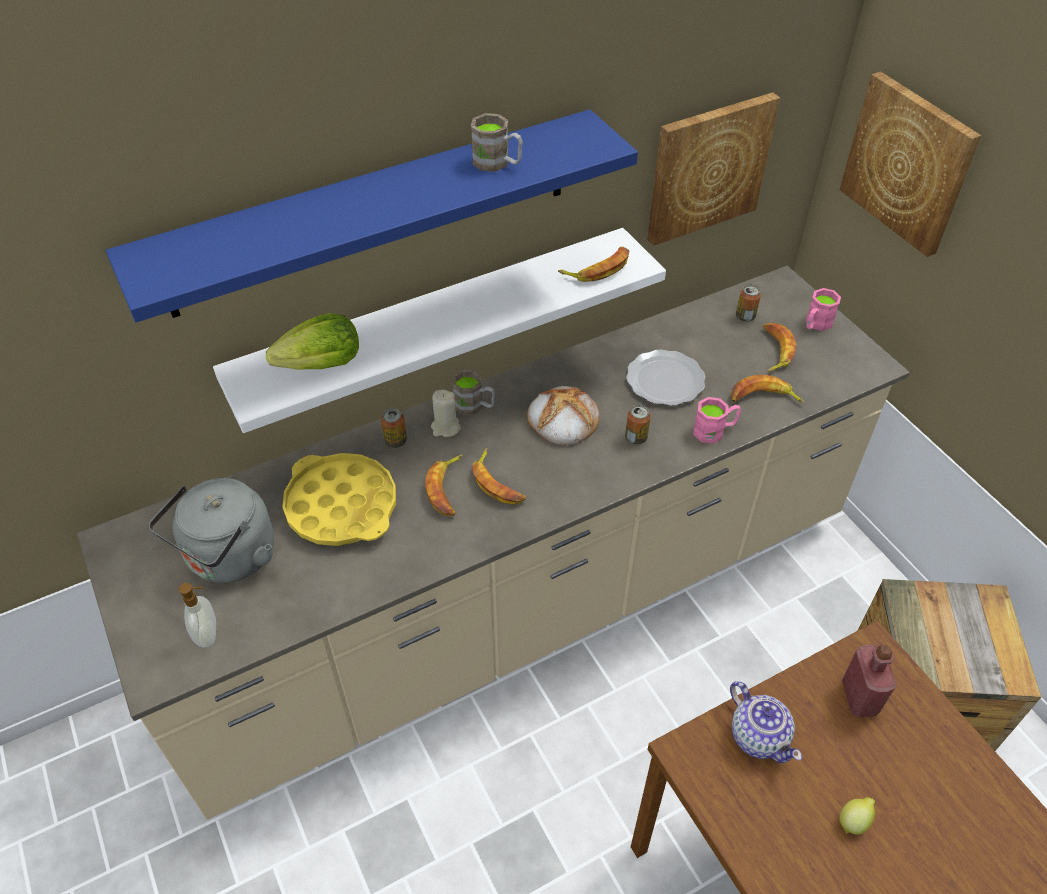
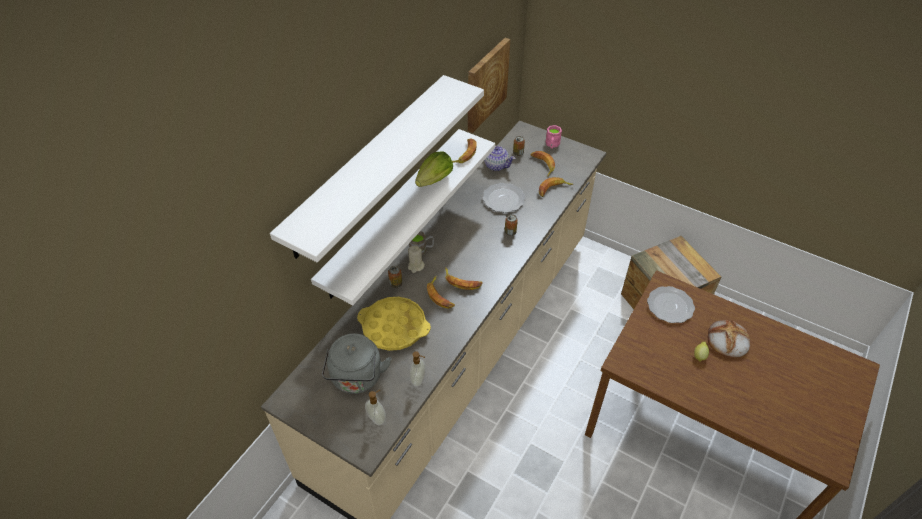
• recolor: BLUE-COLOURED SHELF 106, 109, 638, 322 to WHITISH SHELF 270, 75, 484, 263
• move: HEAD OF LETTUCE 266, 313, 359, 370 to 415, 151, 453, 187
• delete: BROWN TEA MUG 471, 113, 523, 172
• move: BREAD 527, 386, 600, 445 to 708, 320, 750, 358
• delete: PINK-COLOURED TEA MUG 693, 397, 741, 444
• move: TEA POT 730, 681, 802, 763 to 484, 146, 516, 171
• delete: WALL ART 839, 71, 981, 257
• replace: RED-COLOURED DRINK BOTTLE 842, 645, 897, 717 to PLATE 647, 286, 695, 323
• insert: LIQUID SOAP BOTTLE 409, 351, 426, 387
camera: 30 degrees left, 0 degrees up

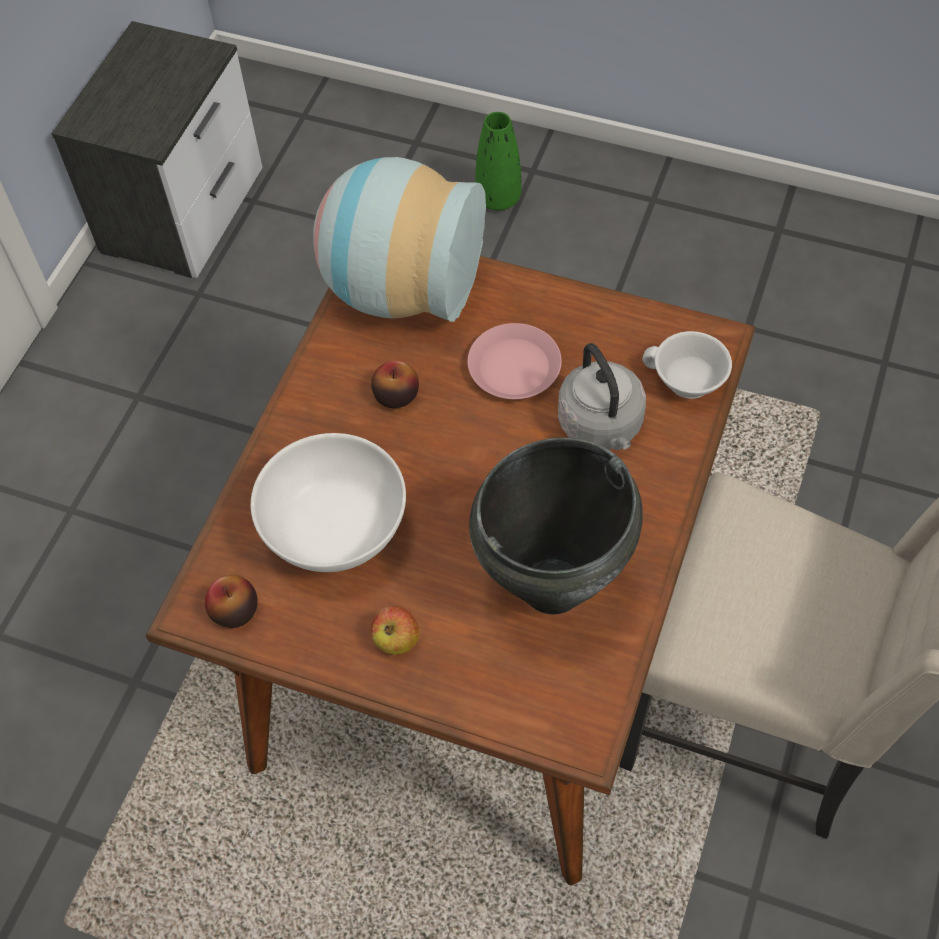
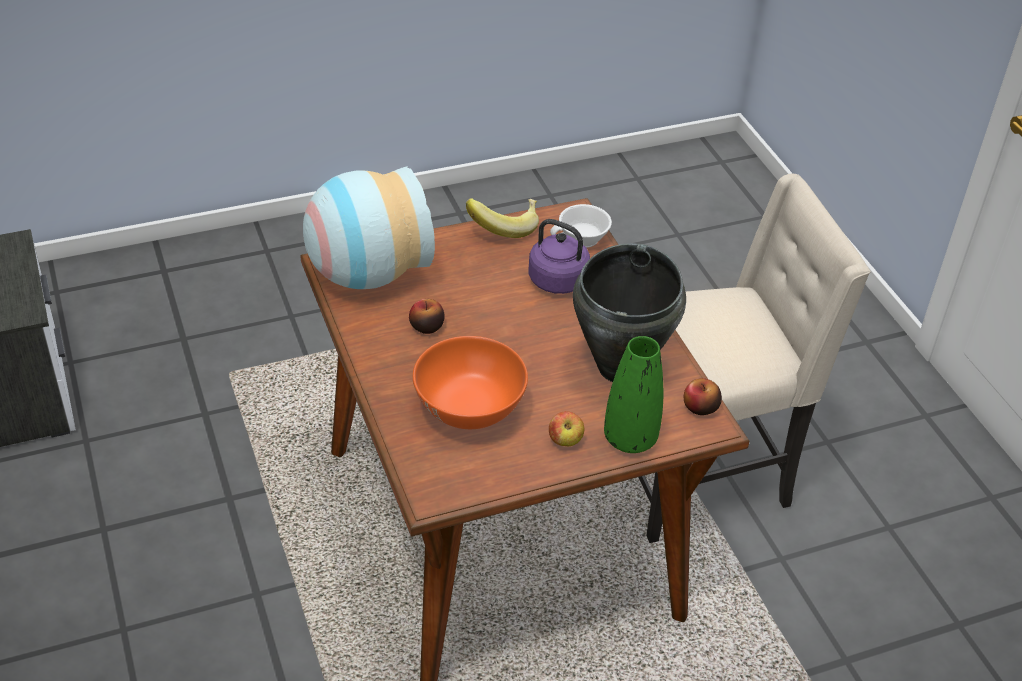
• move: APPLE 205, 575, 258, 628 to 684, 378, 722, 415
• recolor: WHITISH DEEP DISH 251, 433, 406, 572 to ORANGE DEEP DISH 413, 336, 528, 429
• delete: PINK-COLOURED PLATE 467, 323, 562, 399
• move: GREENISH VASE 475, 112, 522, 210 to 604, 336, 663, 453
• recolor: GRAY WATER KETTLE 558, 343, 646, 450 to PURPLE WATER KETTLE 529, 219, 590, 294
• insert: WHOLE BANANA 466, 198, 539, 238
camera: 45 degrees left, 15 degrees down

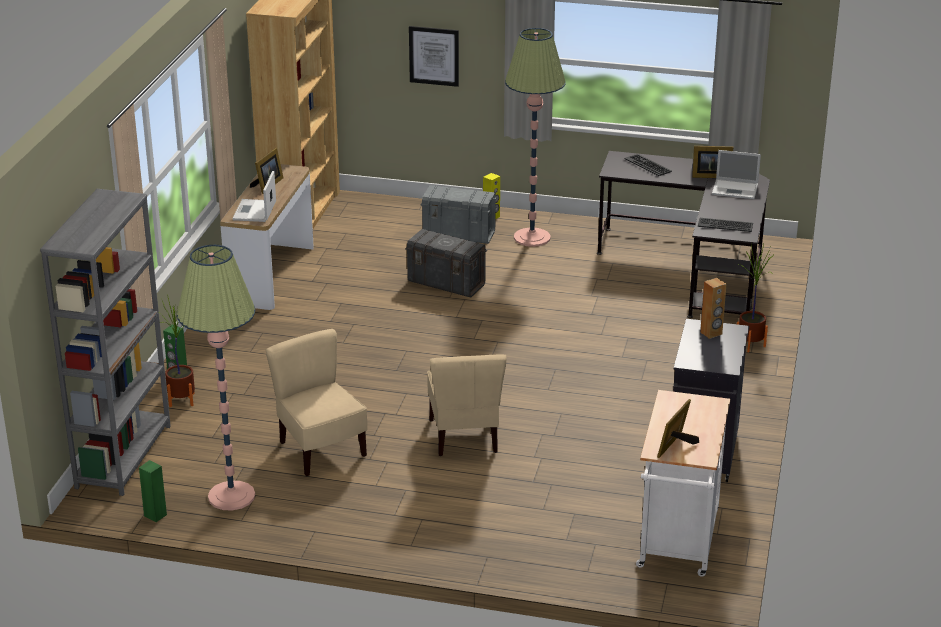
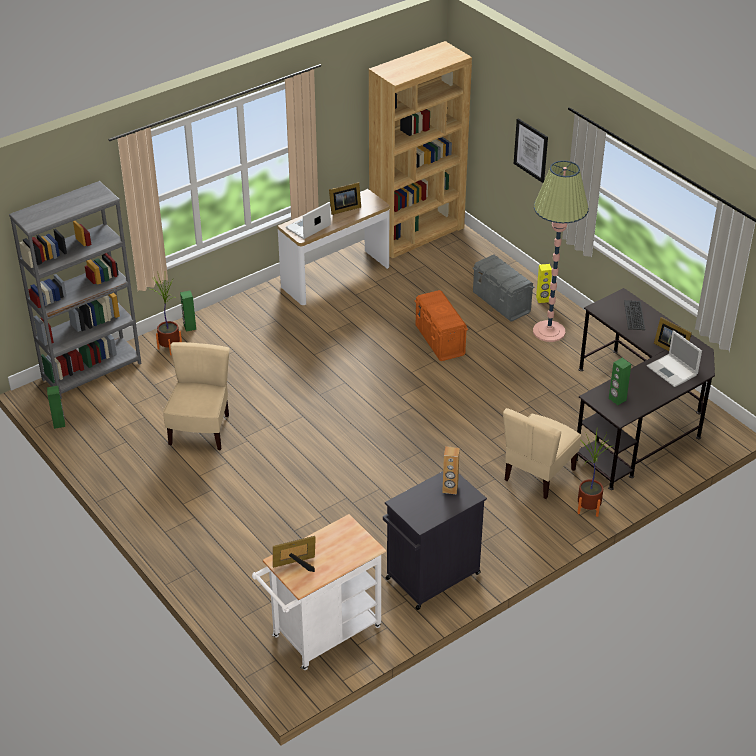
• delete: FLOOR LAMP 177, 245, 255, 511
• recolor: GRAY STORAGE BOX 405, 229, 487, 298 to ORANGE STORAGE BOX 415, 290, 468, 361
• move: BEIGE UPRIGHT CHAIR 427, 355, 506, 456 to 503, 408, 581, 499
• replace: KEYBOARD 698, 218, 753, 232 to GREENISH LOUDSPEAKER 609, 358, 631, 405
camera: 40 degrees right, 10 degrees up

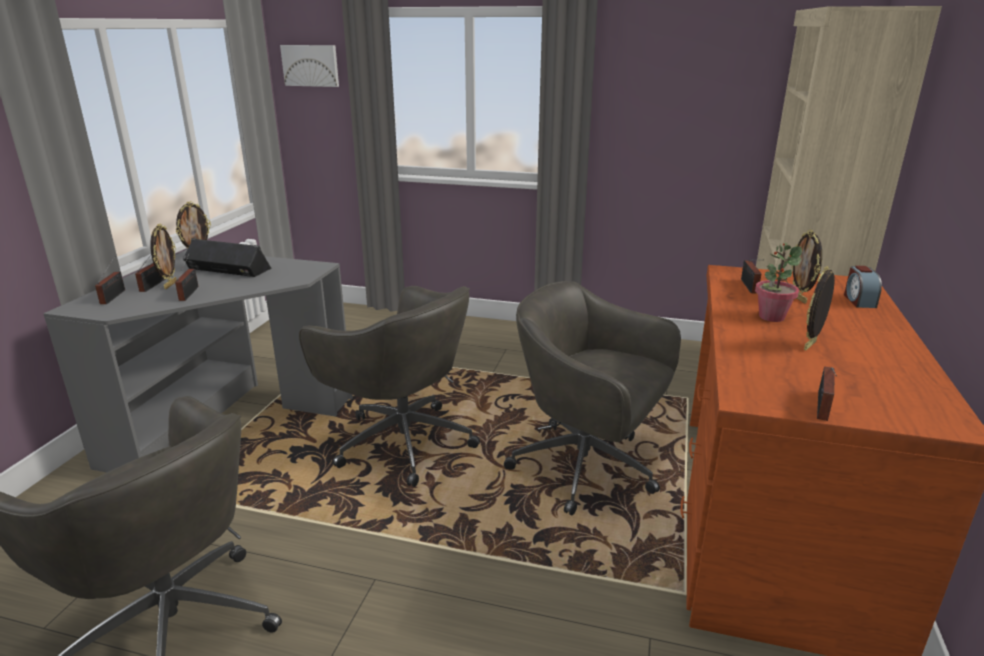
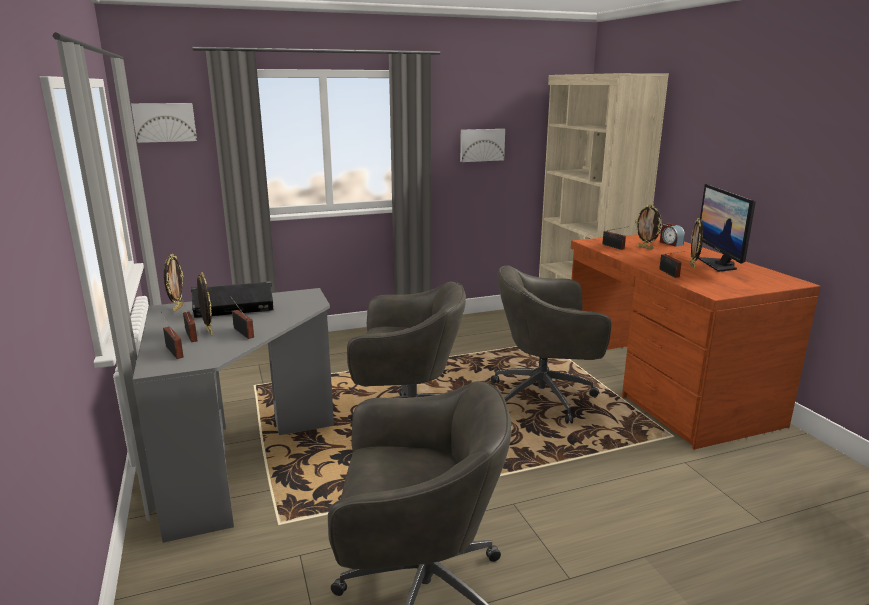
• delete: POTTED PLANT 755, 243, 802, 322
• move: RADIO 817, 366, 837, 421 to 659, 251, 684, 278
• insert: WALL ART 460, 129, 505, 162
• insert: COMPUTER DISPLAY 698, 184, 756, 272
camera: 35 degrees left, 5 degrees down

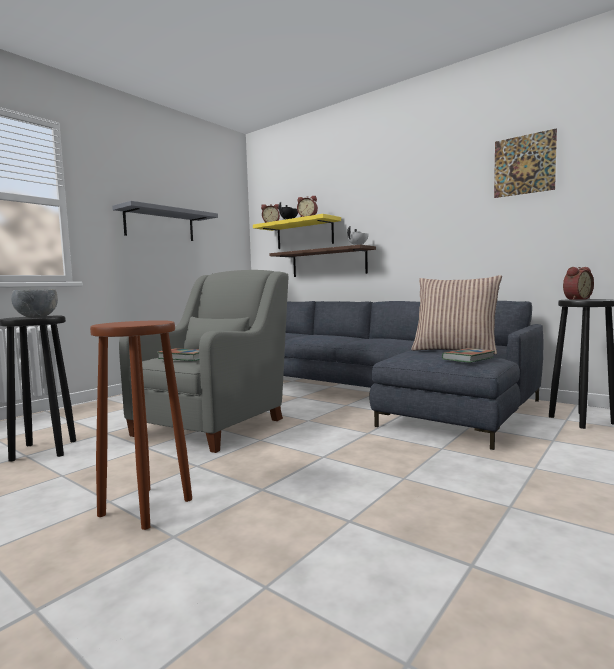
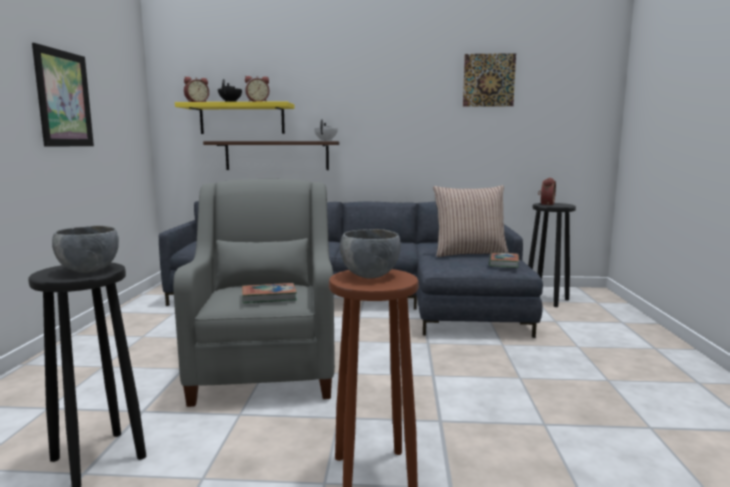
• replace: GRAY SHELF 112, 201, 218, 241 to WALL ART 32, 43, 94, 147
• insert: GRAY DEEP DISH 340, 229, 401, 279
camera: 35 degrees left, 5 degrees up

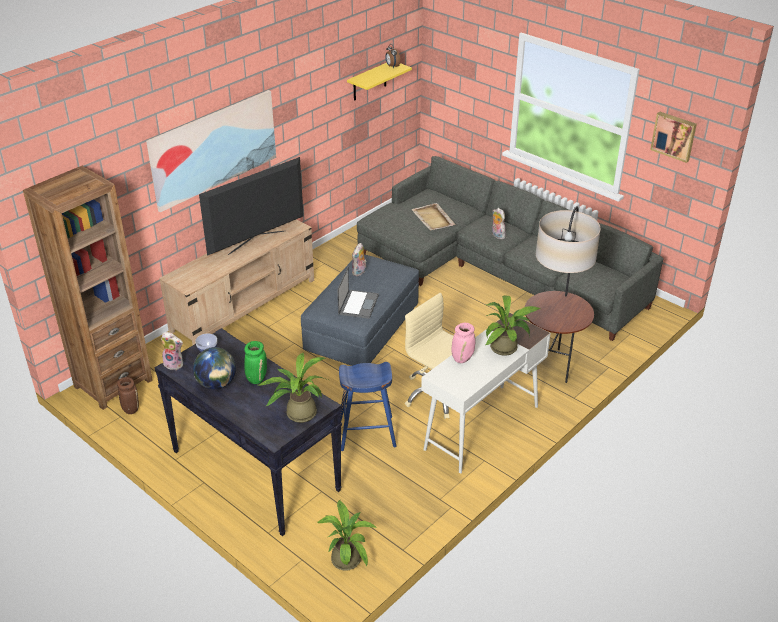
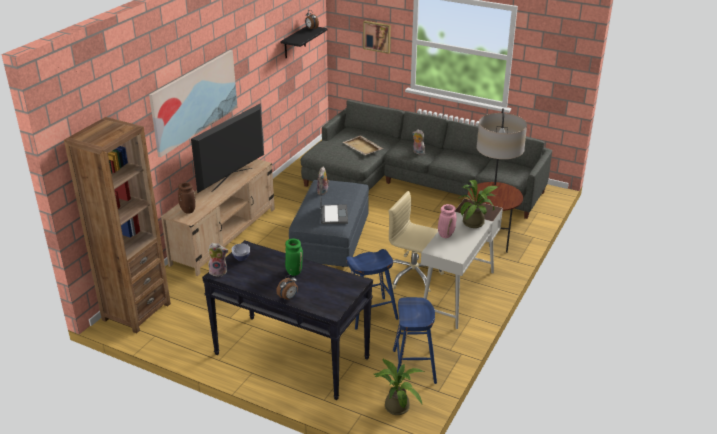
• move: BROWN VASE 117, 377, 139, 414 to 178, 182, 196, 214
• delete: GLOBE 193, 347, 236, 389
• delete: POTTED PLANT 259, 353, 328, 423
• recolor: YELLOW-COLOURED SHELF 347, 63, 412, 101 to BLACKISH SHELF 281, 26, 328, 58
• move: WALL ART 650, 111, 697, 163 to 363, 21, 391, 54
• insert: BEDSIDE CLOCK 276, 275, 298, 301
• insert: BLUE-COLOURED STOOL SEAT 393, 297, 437, 384
camera: 15 degrees left, 5 degrees down

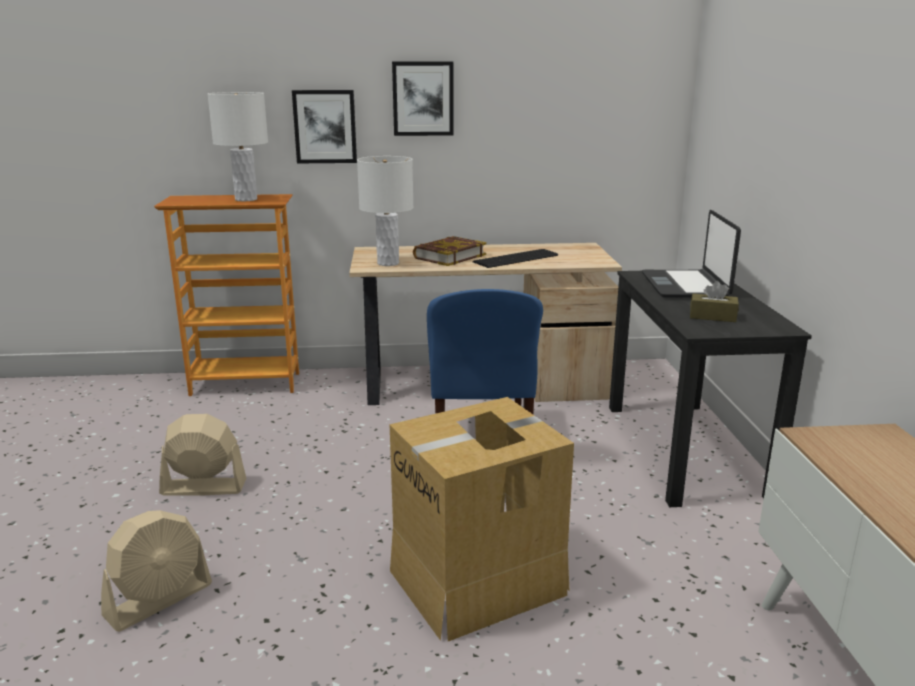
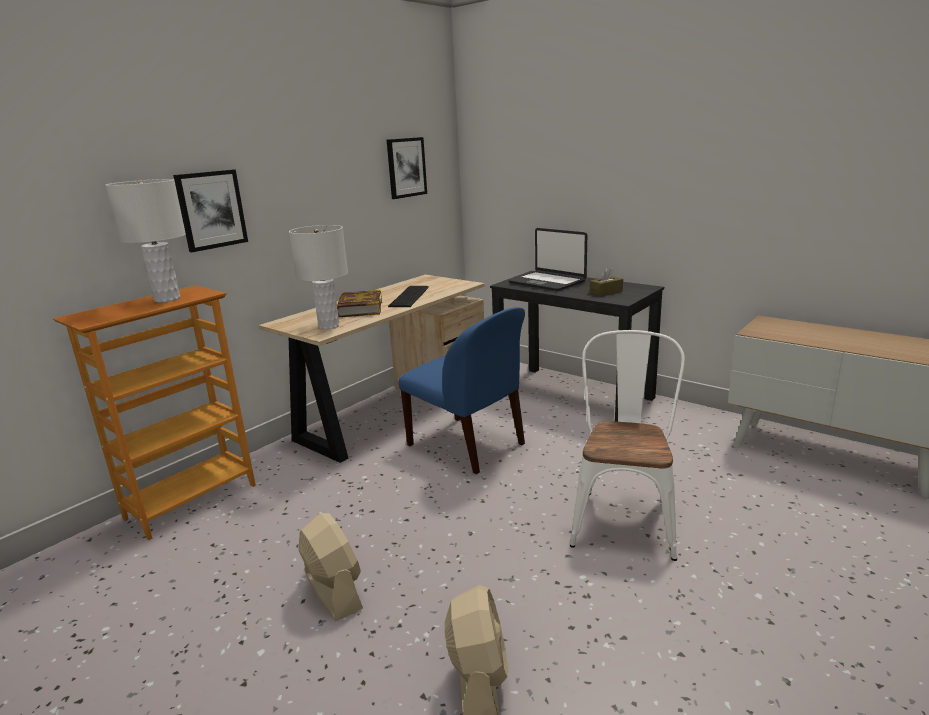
• rotate: BEIGE COOLING FAN 159, 414, 246, 496 = 298, 513, 363, 621 105 degrees clockwise
• replace: CARTON 390, 397, 574, 641 to WHITISH UPRIGHT CHAIR 570, 330, 685, 561
• move: WALL ART 392, 62, 454, 136 to 387, 137, 427, 199
camera: 45 degrees left, 0 degrees up

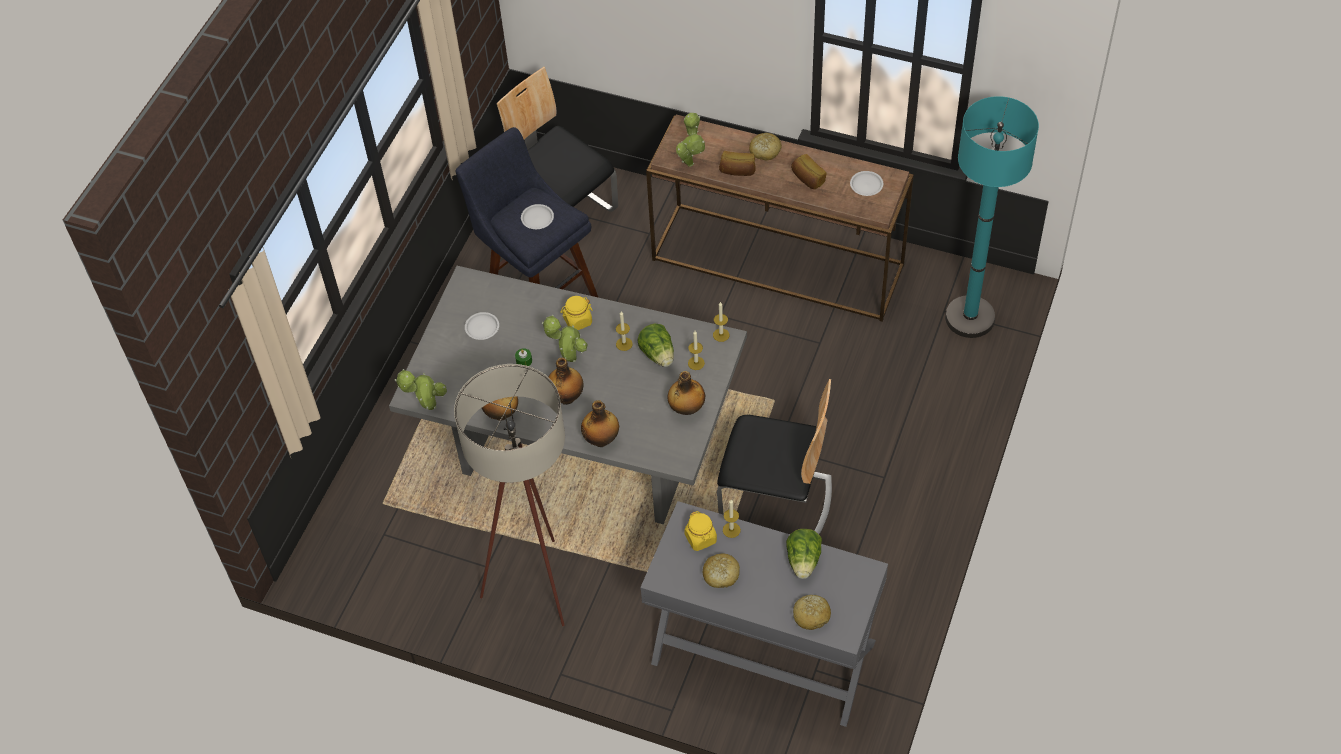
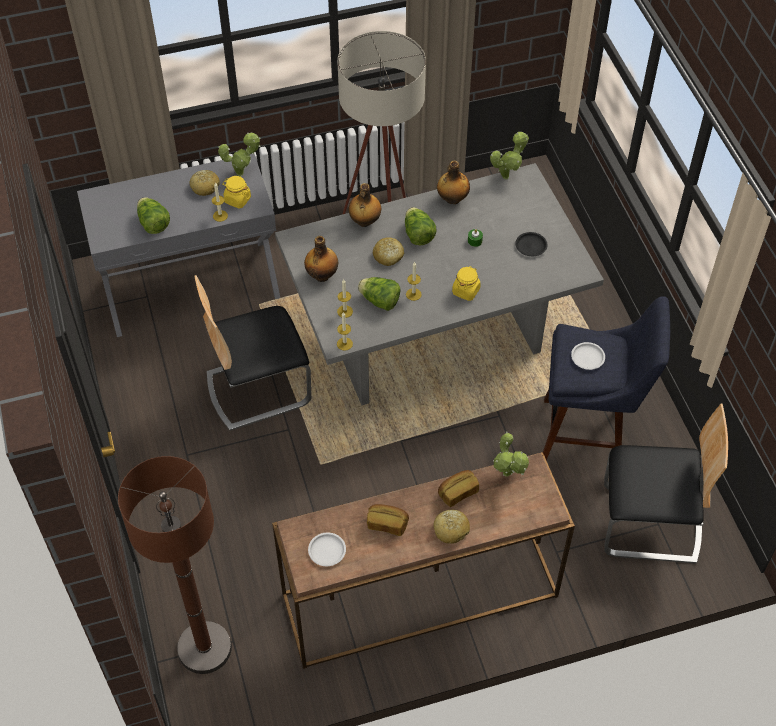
• recolor: WHITISH PLATE 465, 312, 499, 340 to BLACKISH PLATE 515, 232, 548, 256
• move: POTTED PLANT 542, 314, 587, 362 to 218, 132, 261, 176
• replace: DRINK BOTTLE 548, 357, 583, 405 to HEAD OF LETTUCE 405, 207, 437, 246
• move: BREAD 793, 595, 831, 630 to 373, 237, 404, 266
• recolor: TURQUOISE-COLOURED FLOOR LAMP 945, 96, 1039, 338 to BROWN FLOOR LAMP 118, 456, 232, 674
camera: 140 degrees right, 0 degrees up

